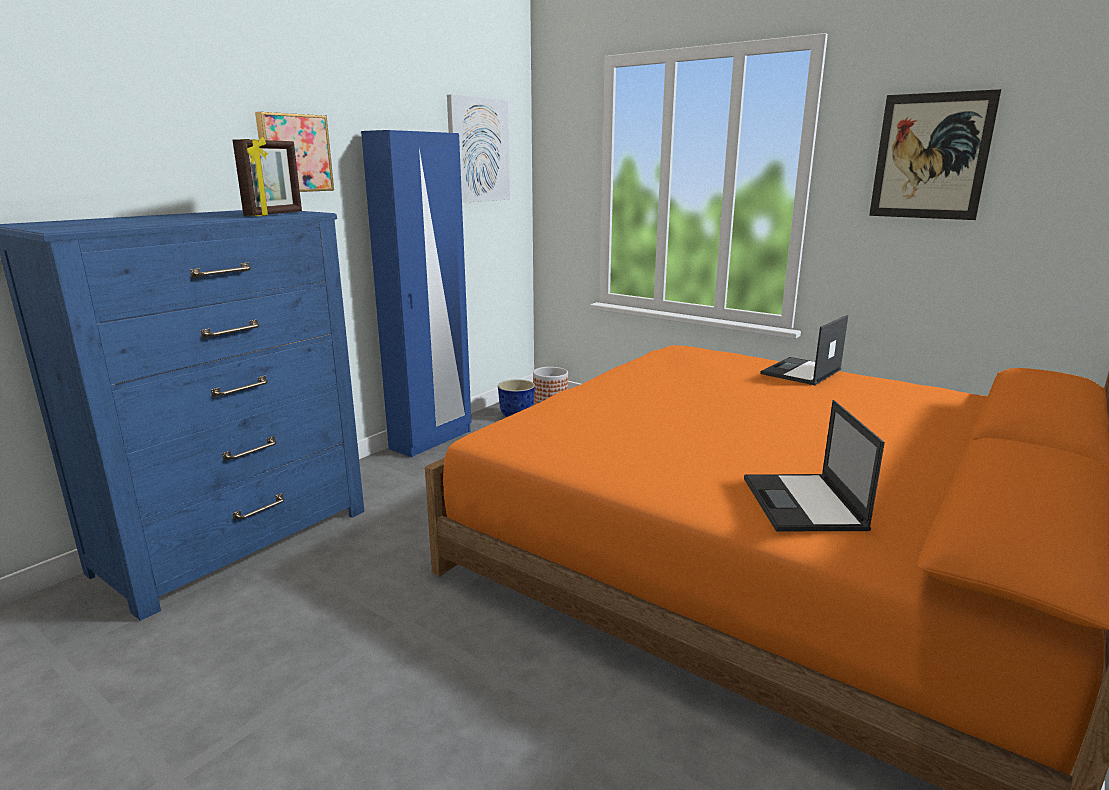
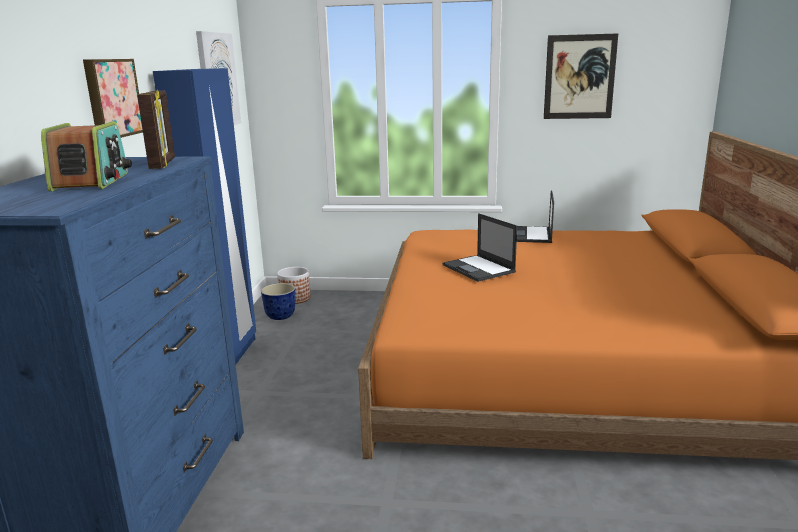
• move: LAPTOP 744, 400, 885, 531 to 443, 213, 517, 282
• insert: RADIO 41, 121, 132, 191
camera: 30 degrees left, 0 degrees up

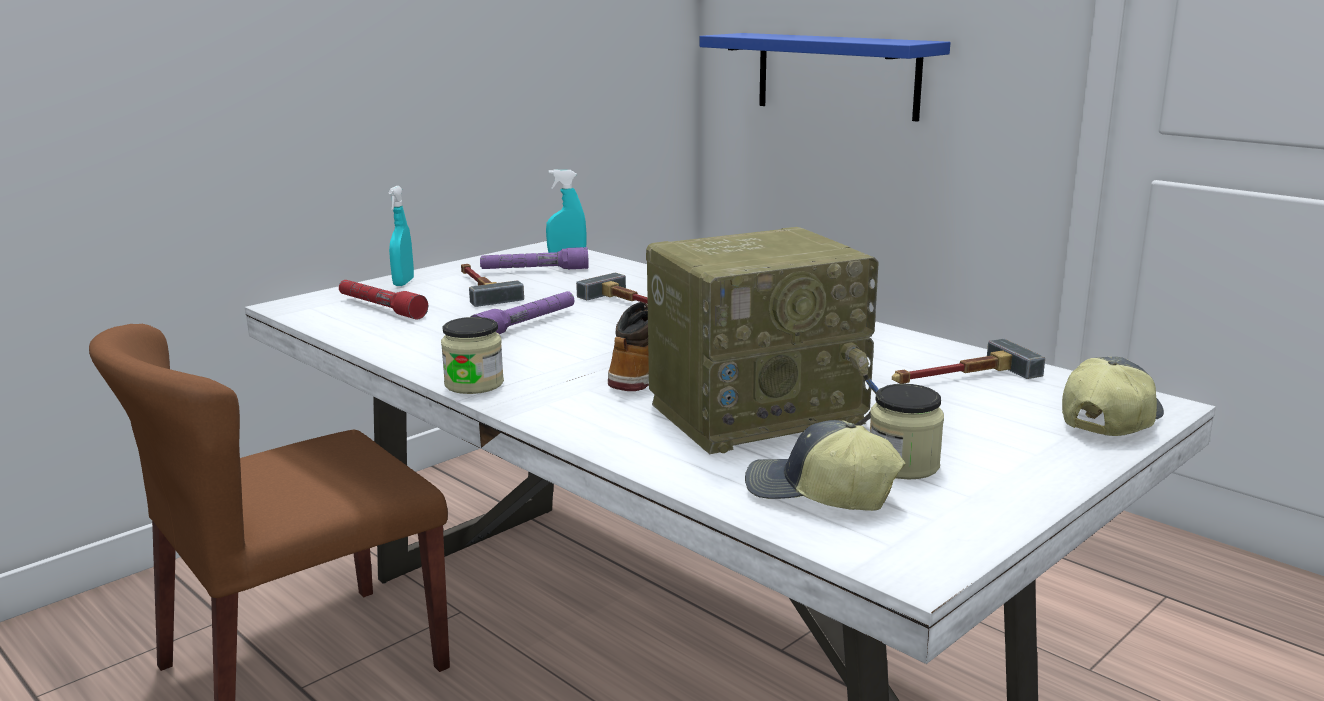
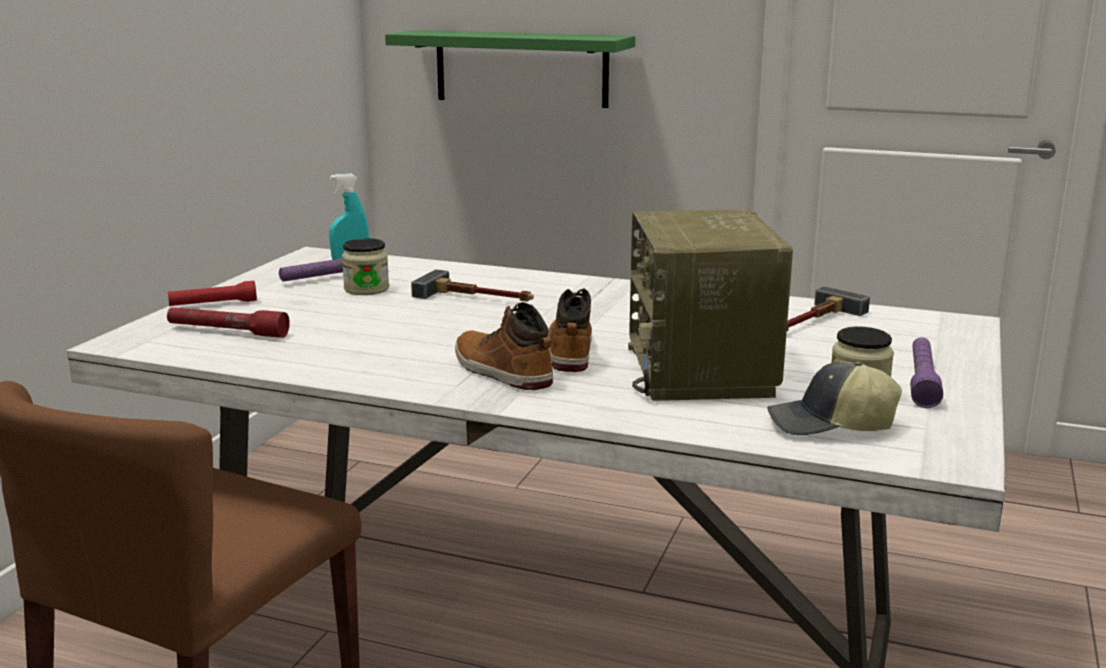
• replace: TURQUOISE-COLOURED HAND SPRAYER 388, 186, 414, 286 to RED-COLOURED TORCH 168, 281, 257, 306
• move: JAR 441, 317, 504, 394 to 342, 238, 389, 295
• delete: HAND HAMMER 461, 264, 524, 307
• move: PURPLE TORCH 471, 291, 574, 334 to 910, 337, 943, 408
• rotate: RADIO 646, 227, 879, 454 = 628, 209, 793, 401 135 degrees clockwise
• recolor: BLUE-COLOURED SHELF 700, 33, 950, 122 to GREENISH SHELF 385, 30, 635, 108
• delete: BASEBALL CAP 1062, 357, 1164, 436
• insert: HIGH-TOP BOOT 455, 302, 553, 390
camera: 25 degrees left, 0 degrees up

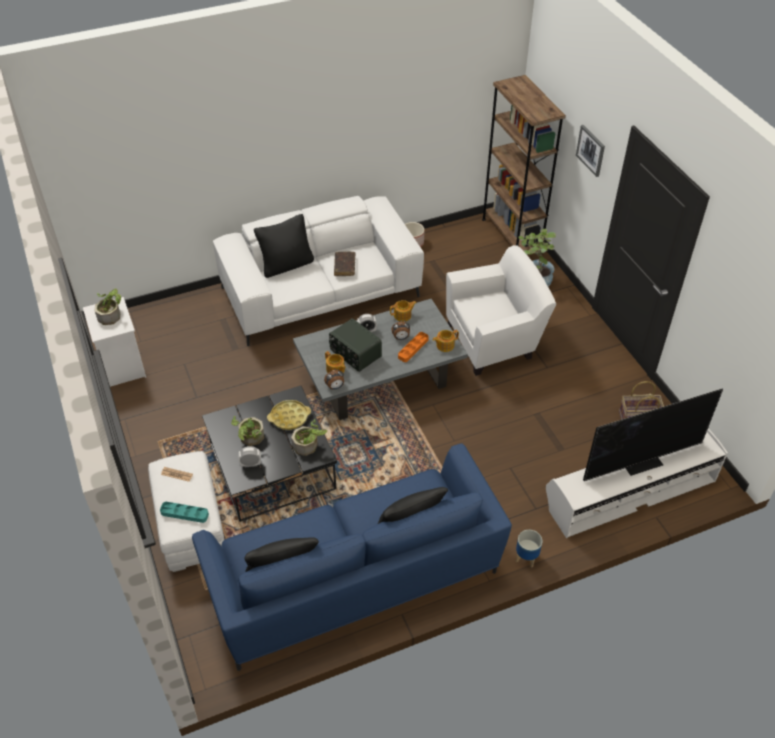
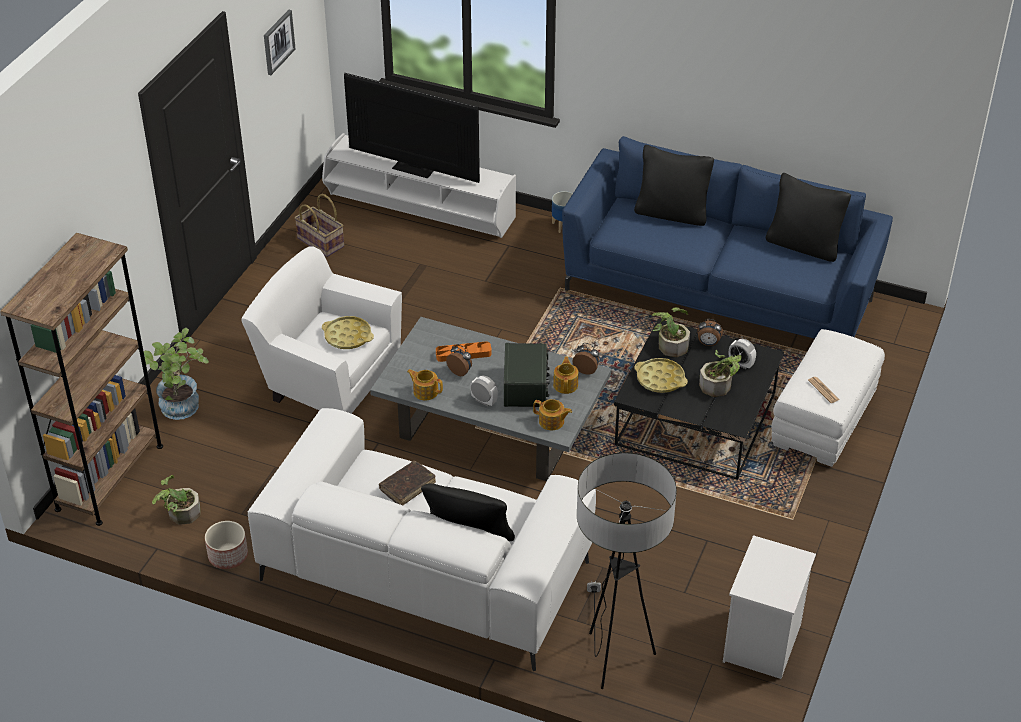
• move: POTTED PLANT 95, 288, 121, 325 to 152, 475, 201, 524
• delete: TURQUOISE-COLOURED CARRYING TRAY 160, 502, 209, 523
• move: TEA POT 433, 330, 459, 352 to 533, 399, 572, 430
• move: WALL ART 576, 125, 605, 177 to 264, 10, 296, 75
• insert: YELLOW-COLOURED CARRYING TRAY 322, 316, 374, 349
• insert: FLOOR LAMP 577, 453, 677, 689
• insert: BEDSIDE CLOCK 697, 319, 723, 346
camera: 135 degrees left, 5 degrees down

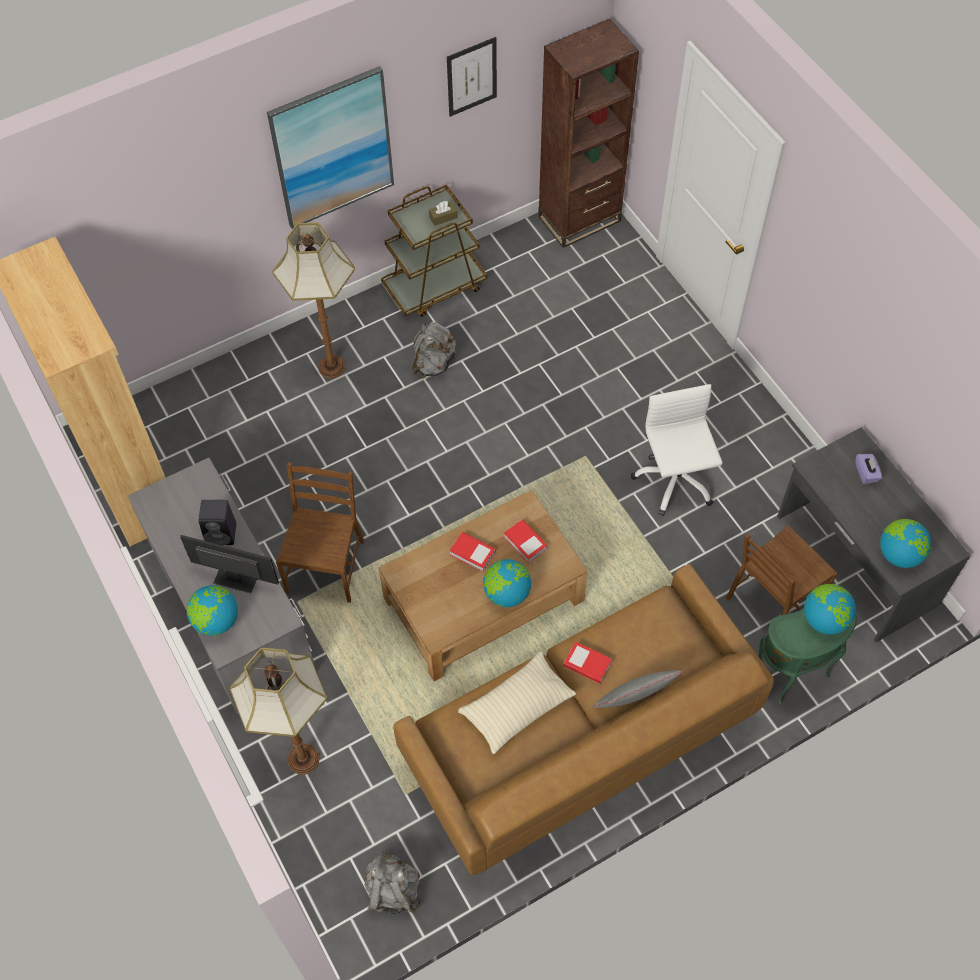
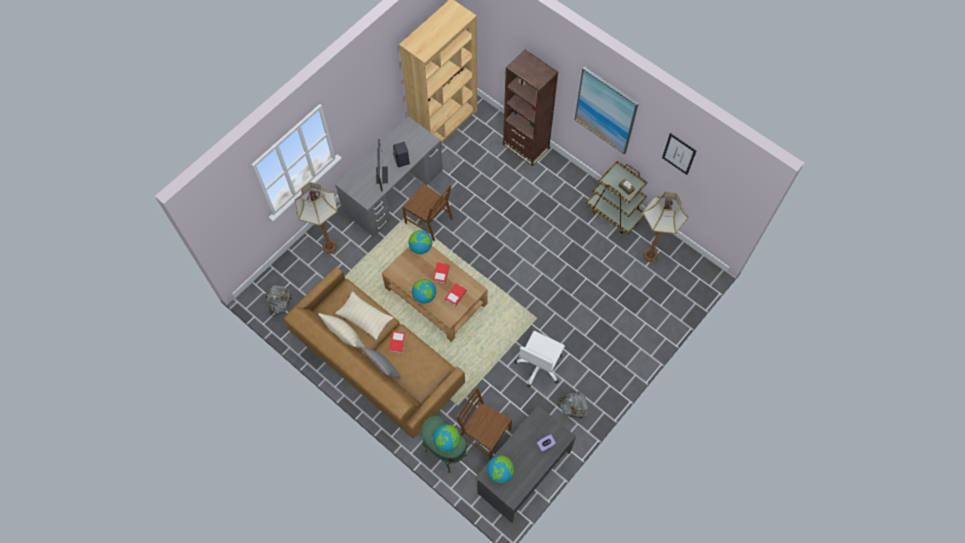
• move: GLOBE 187, 585, 238, 636 to 408, 230, 432, 254
• move: FLOOR LAMP 272, 222, 355, 378 to 642, 191, 688, 263
• rotate: BROWN UPRIGHT CHAIR 276, 462, 364, 603 = 402, 183, 453, 241 45 degrees clockwise
• move: GRAY BACKPACK 412, 322, 457, 378 to 558, 391, 589, 420
• move: BROWN BOOKSHELF 538, 19, 639, 248 to 503, 50, 558, 166
• rotate: WHITISH DESK CHAIR 631, 384, 723, 516 = 515, 331, 565, 387 150 degrees clockwise
• insert: BEIGE CUSHION 318, 313, 365, 348
camera: 70 degrees right, 5 degrees up

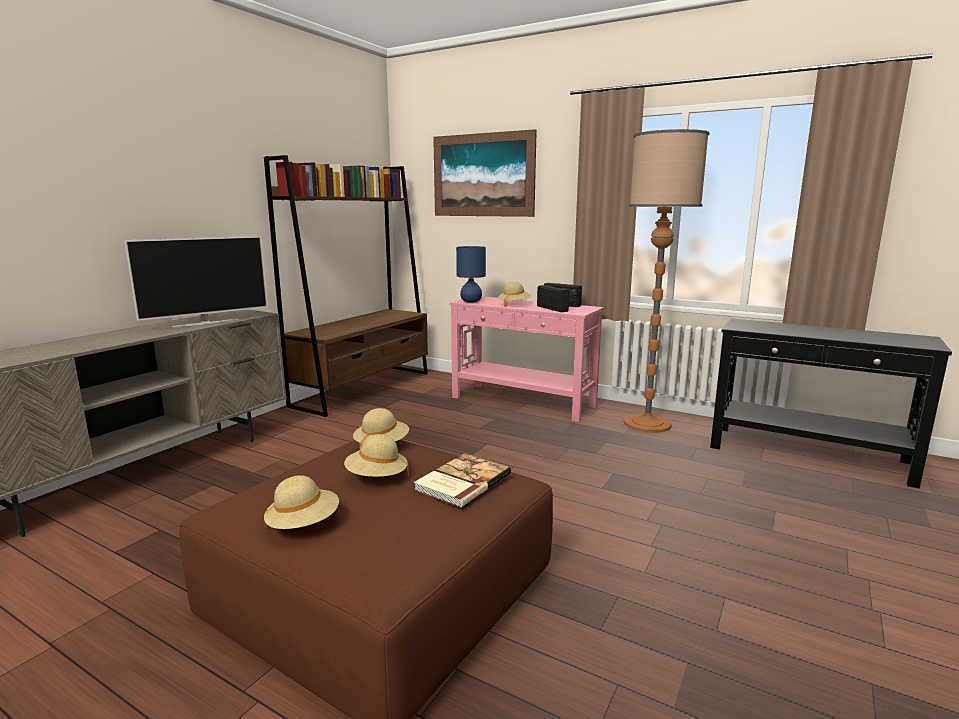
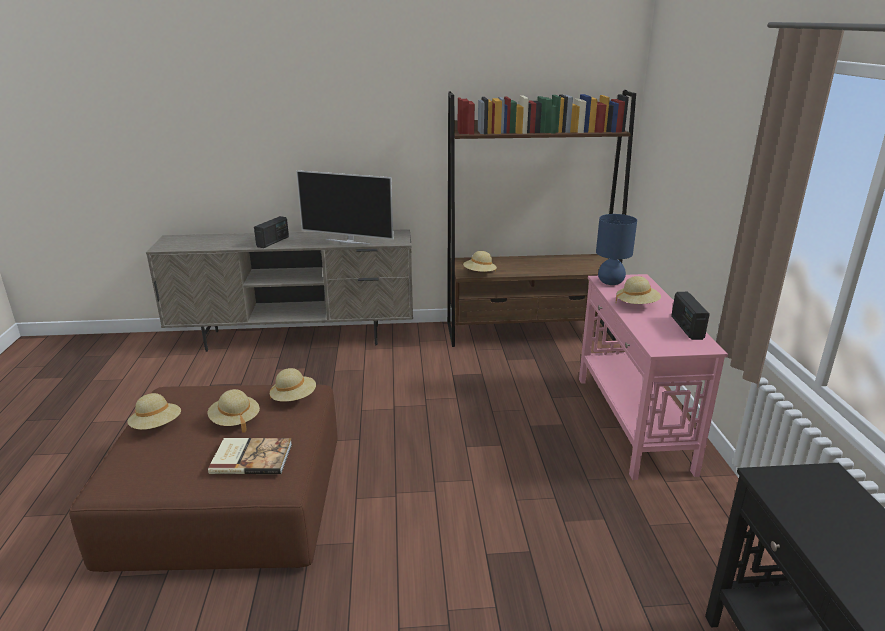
• delete: WALL ART 433, 129, 537, 217
• move: RADIO 537, 285, 569, 312 to 254, 216, 289, 248
• delete: FLOOR LAMP 624, 129, 710, 433
• insert: BEIGE WEARABLE HAT 463, 251, 497, 272
camera: 55 degrees right, 10 degrees up

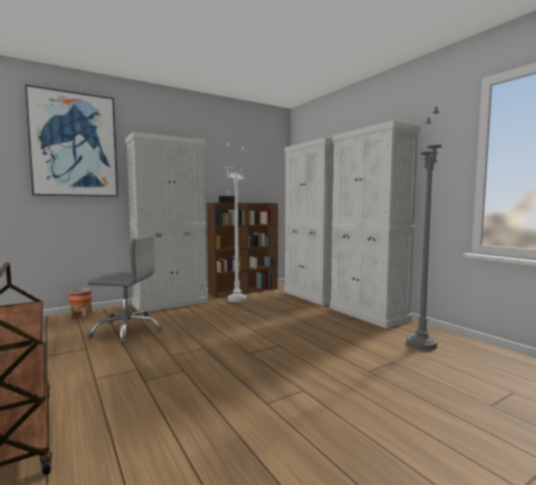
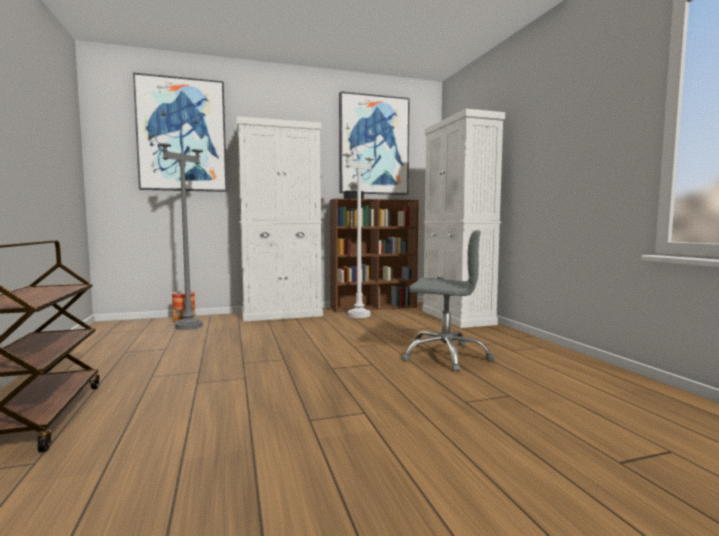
• move: GRAY DESK CHAIR 87, 234, 162, 344 to 402, 230, 494, 372
• delete: WHITISH STORAGE CABINET 330, 120, 421, 329
• move: GRAY FLOOR LAMP 407, 106, 442, 350 to 158, 109, 203, 330
• insert: WALL ART 339, 91, 410, 195
camera: 15 degrees right, 0 degrees up

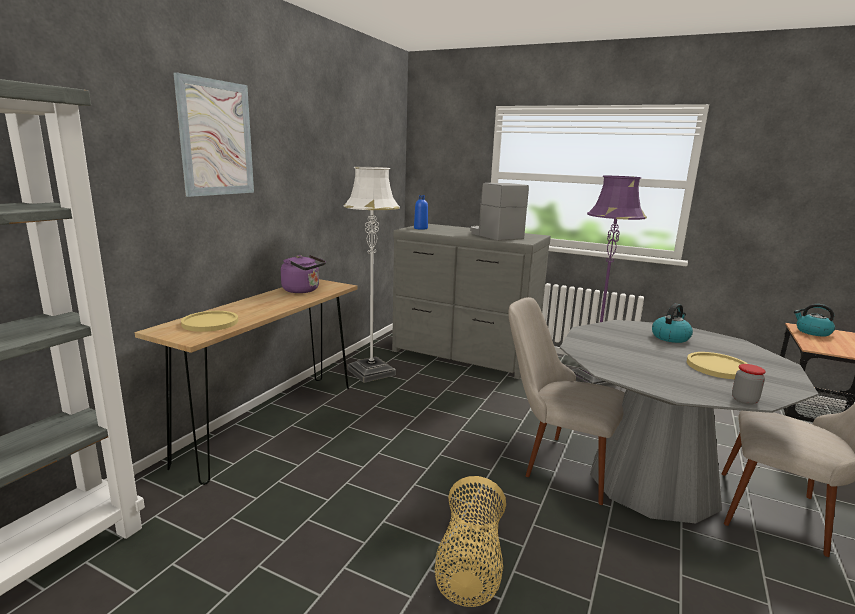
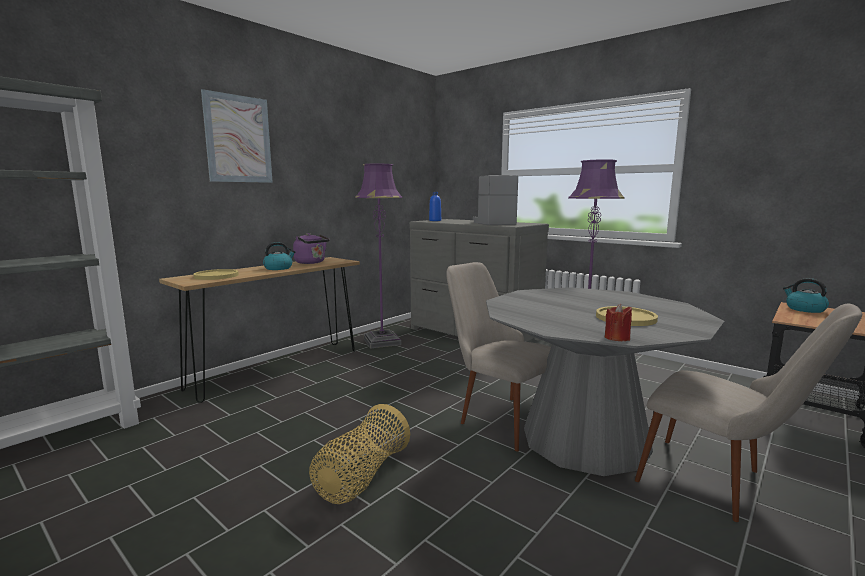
• recolor: WHITISH FLOOR LAMP 343, 167, 400, 383 to PURPLE FLOOR LAMP 355, 163, 402, 349
• move: WATER KETTLE 652, 303, 693, 343 to 263, 242, 296, 270
• replace: JAR 732, 364, 766, 405 to RED-COLOURED CANDLE 605, 304, 632, 341
camera: 15 degrees right, 5 degrees down

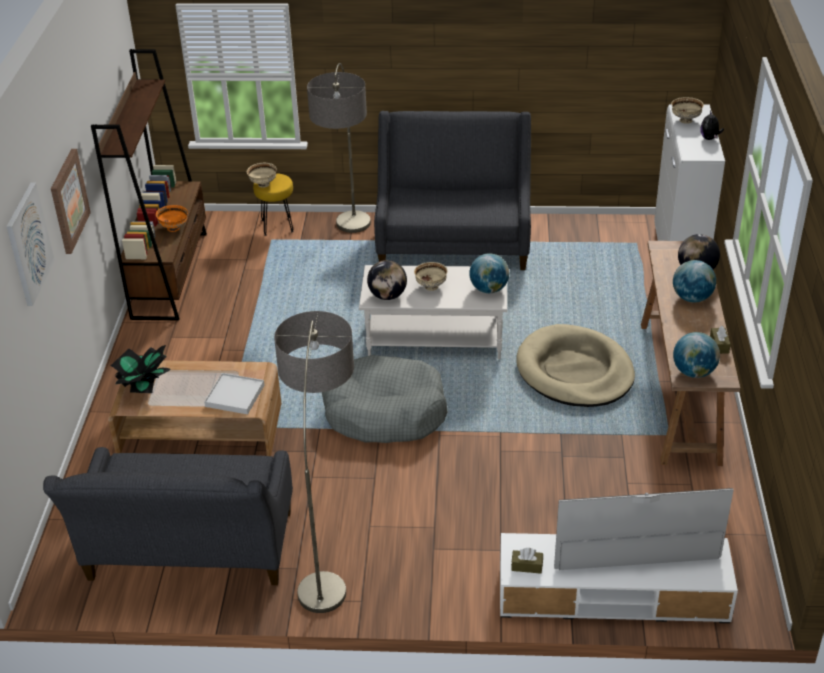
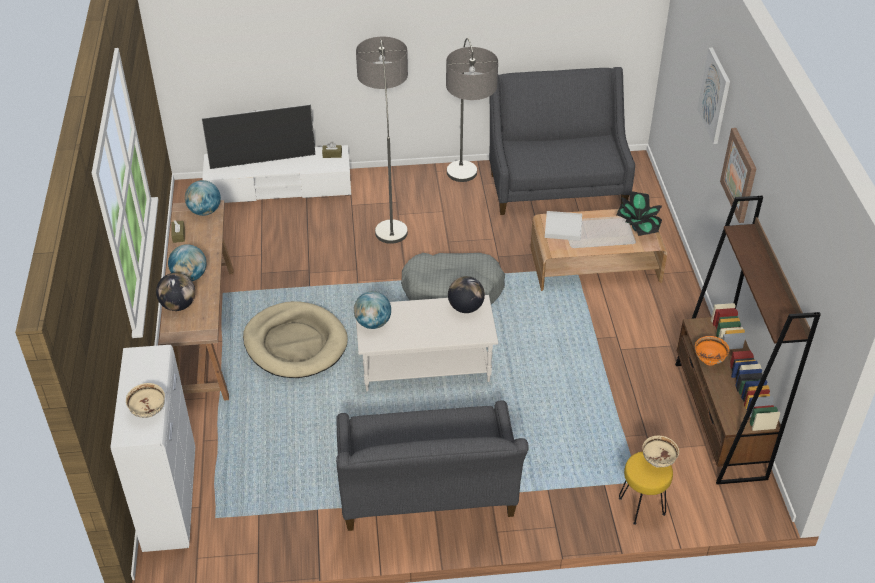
• move: FLOOR LAMP 307, 63, 371, 233 to 356, 37, 408, 244
• delete: BEIGE DEEP DISH 414, 262, 448, 291
• delete: CUDDLY TOY 700, 110, 724, 140
camera: 170 degrees right, 5 degrees up

